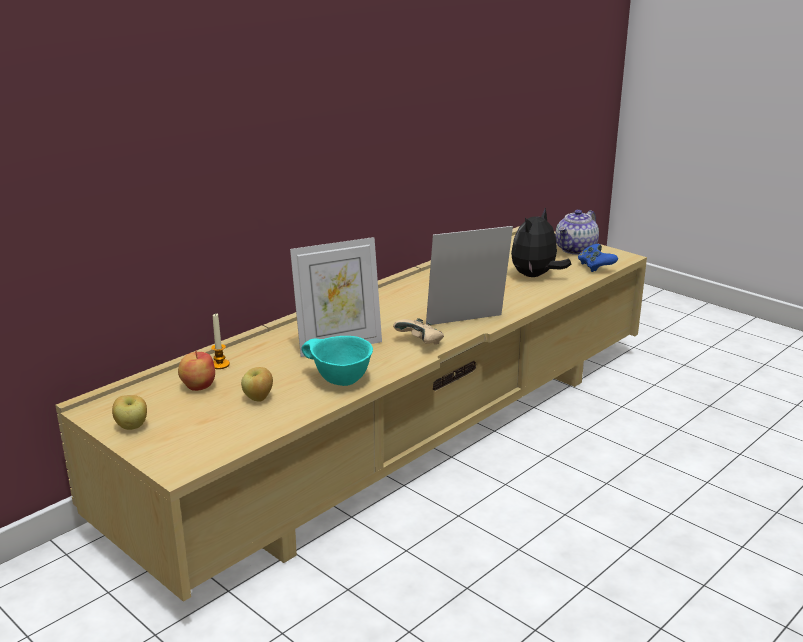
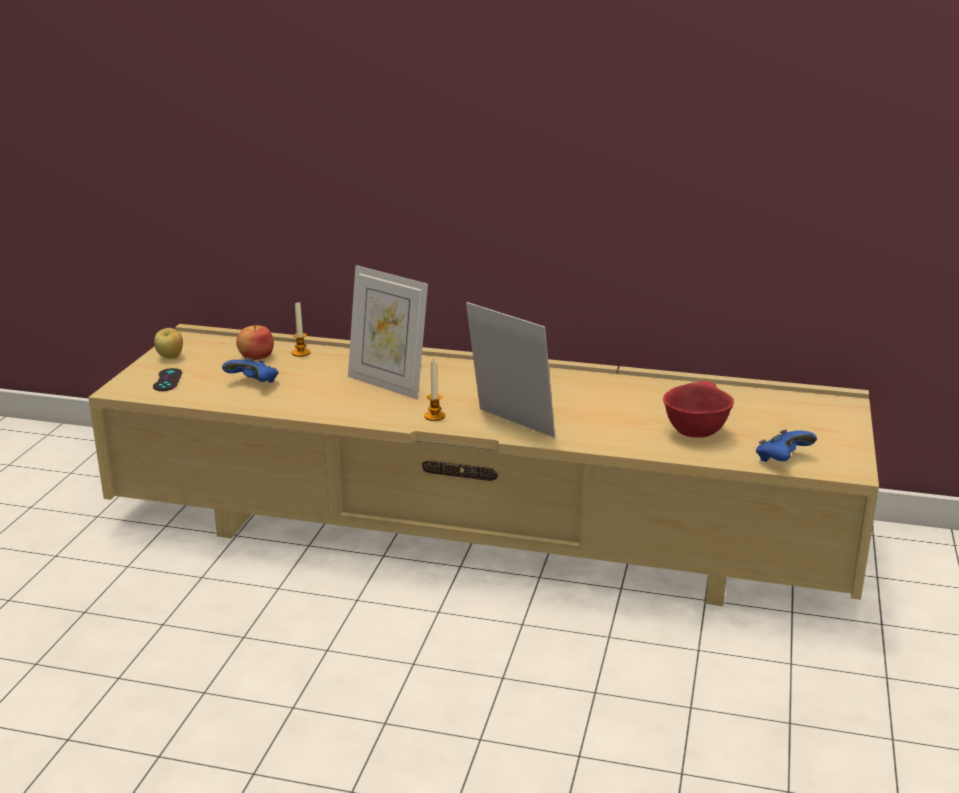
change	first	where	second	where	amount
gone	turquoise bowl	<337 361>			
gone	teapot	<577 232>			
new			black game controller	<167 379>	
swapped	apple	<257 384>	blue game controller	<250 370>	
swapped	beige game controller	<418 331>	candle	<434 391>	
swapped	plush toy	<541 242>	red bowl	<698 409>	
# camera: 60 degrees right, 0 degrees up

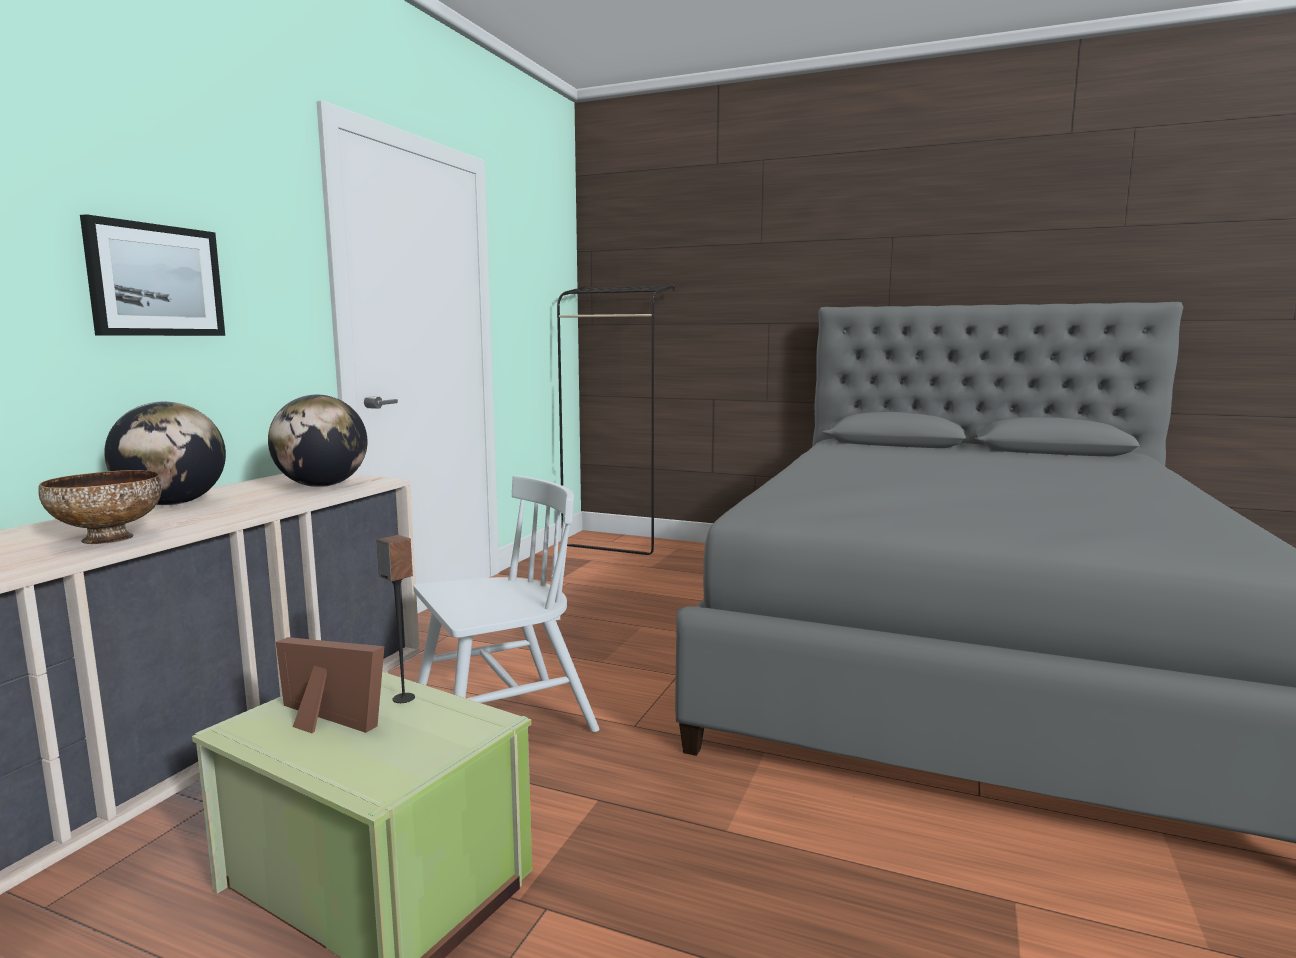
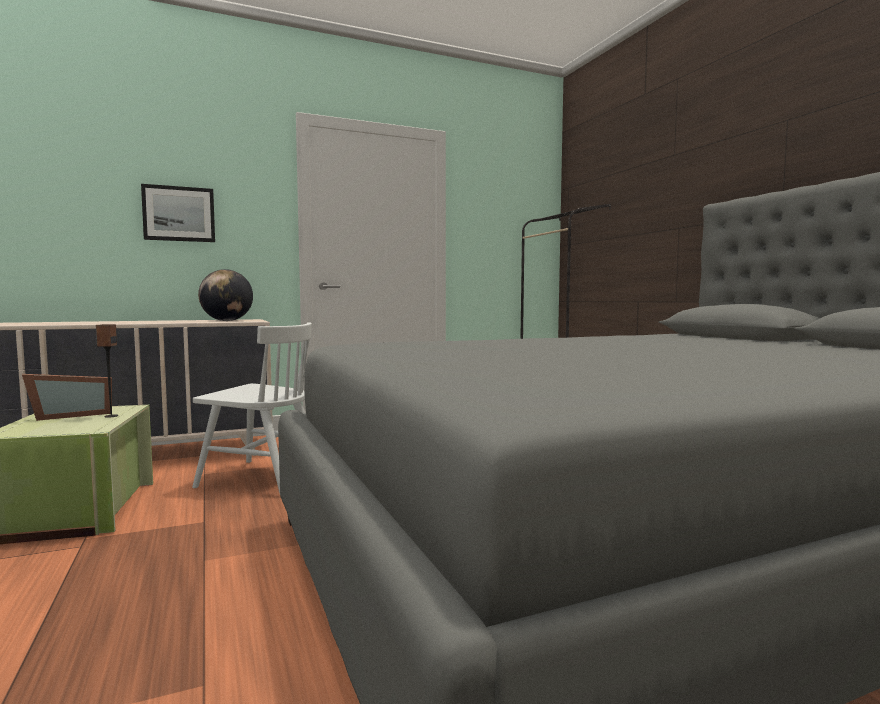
change	first	where	second	where	amount
gone	bowl	<100 507>			
gone	globe	<165 453>			
rotated	picture frame	<330 685>		<67 397>	75 degrees clockwise
# camera: 45 degrees right, 5 degrees down

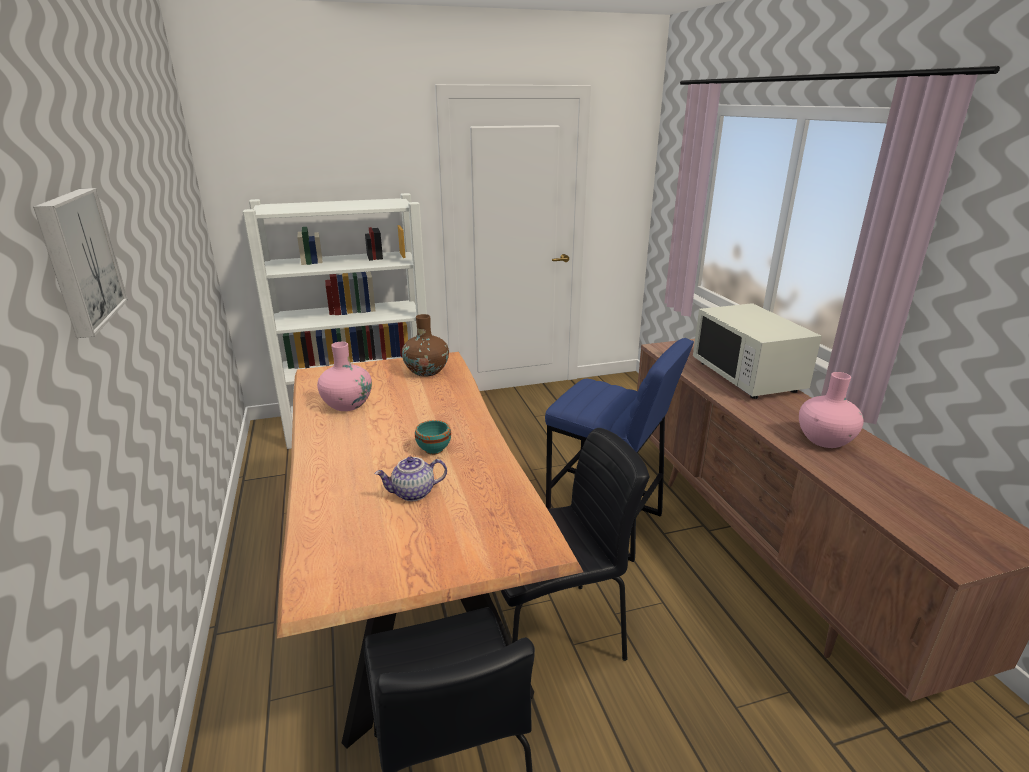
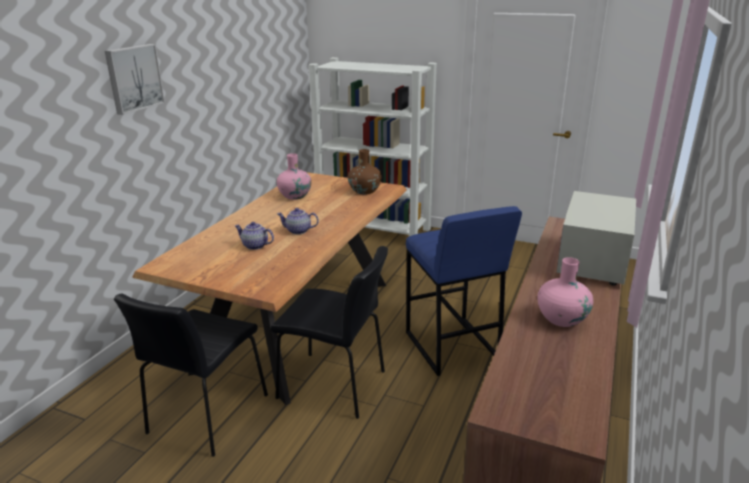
change	first	where	second	where	amount
swapped	turquoise bowl	<433 437>	teapot	<298 221>	
# camera: 40 degrees right, 0 degrees up

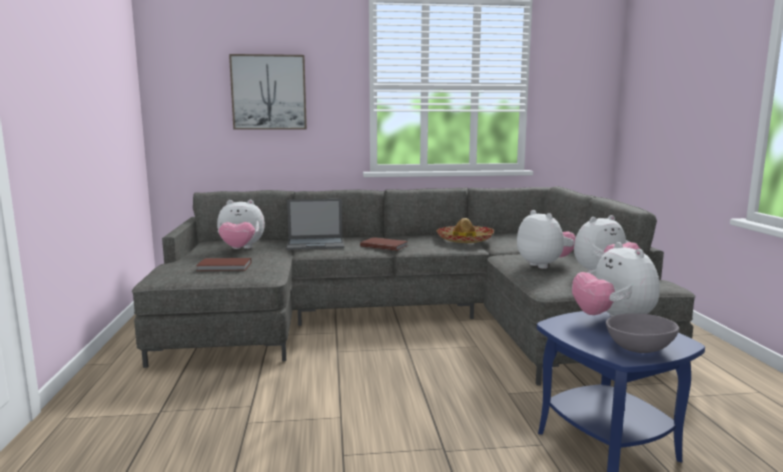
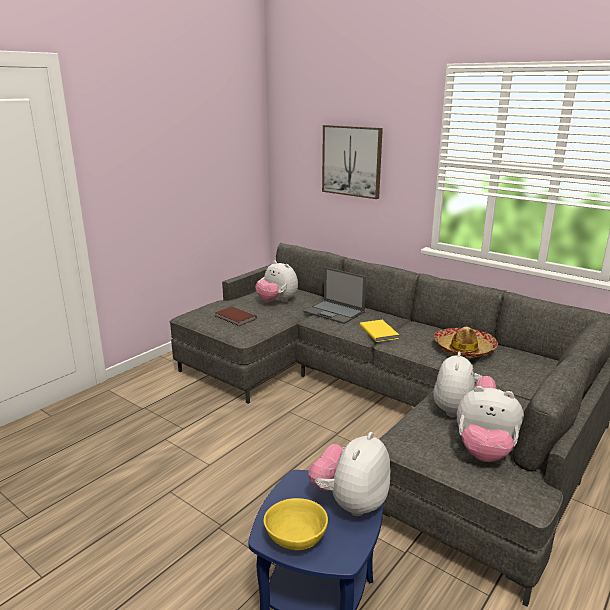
change	first	where	second	where	amount
repainted	brown book	<384 244>	yellow book	<379 331>	
repainted	grey bowl	<642 333>	yellow bowl	<296 524>	
# camera: 45 degrees right, 10 degrees up

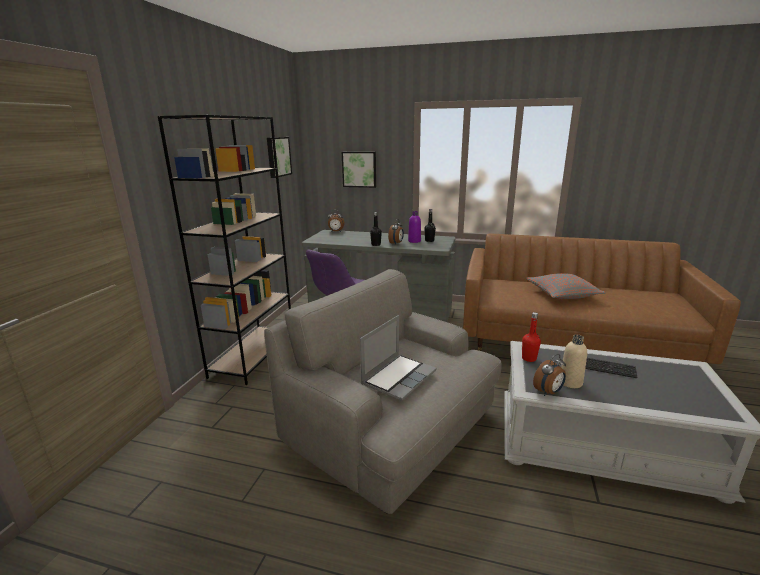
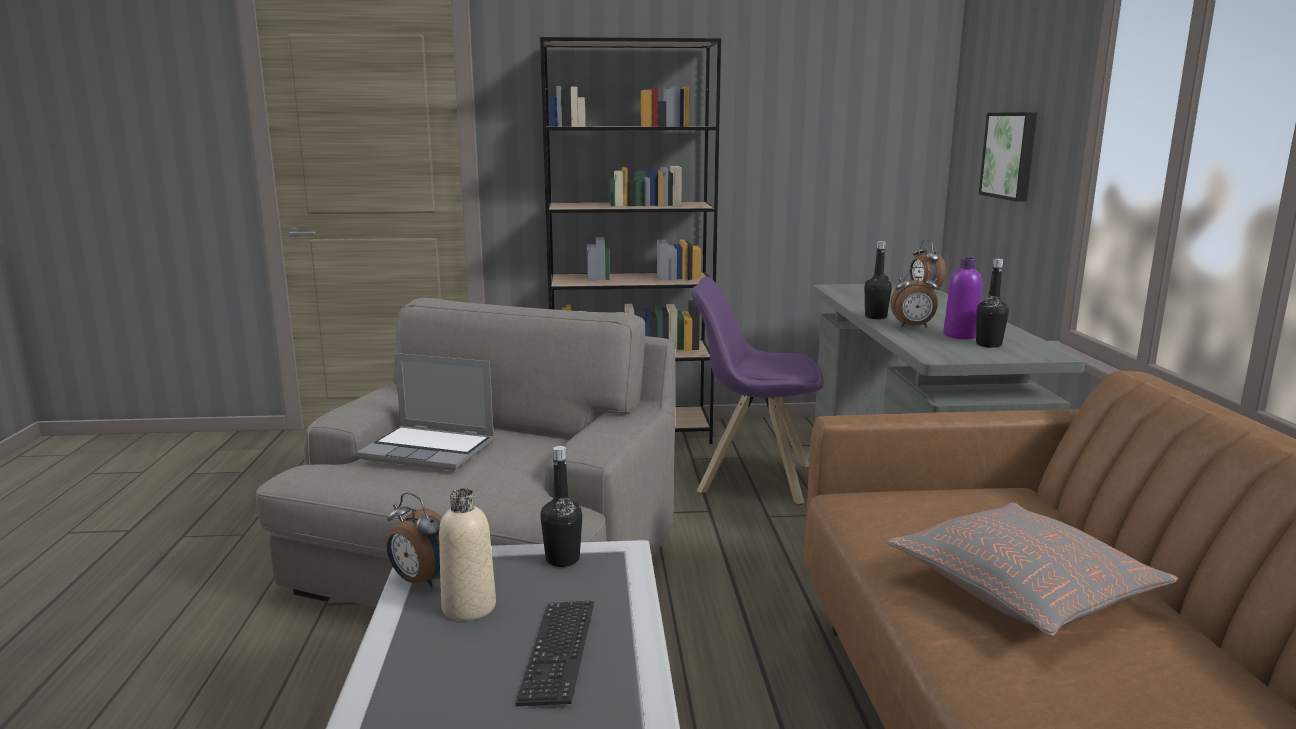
change	first	where	second	where	amount
gone	picture	<279 157>			
repainted	red bottle	<531 337>	black bottle	<561 506>	
# camera: 70 degrees right, 5 degrees down

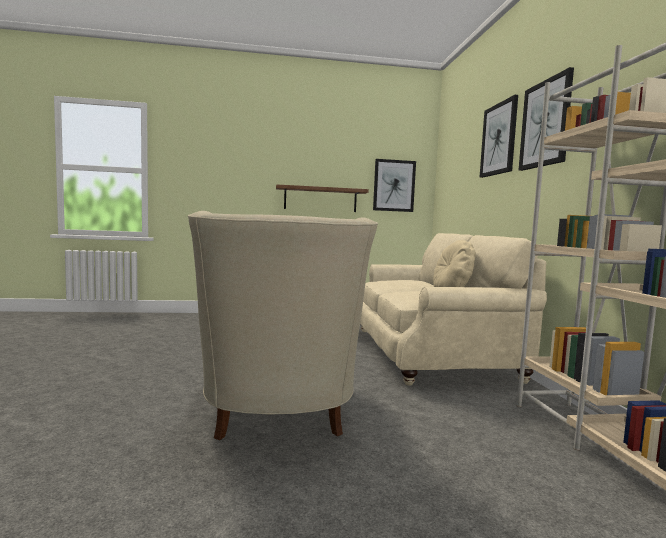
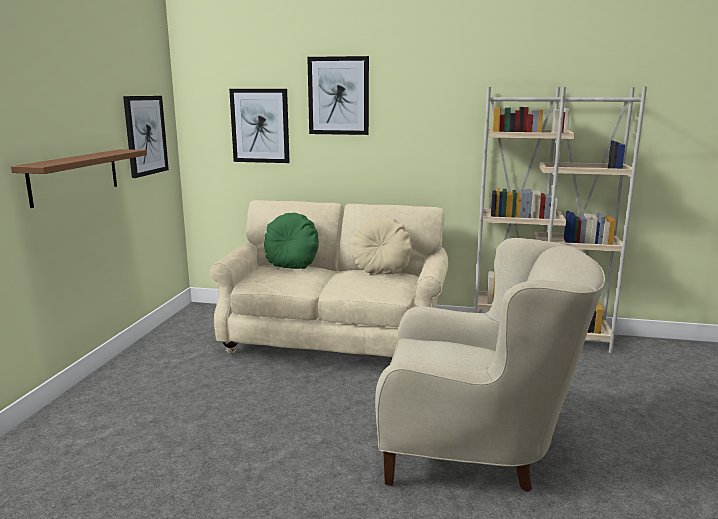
change	first	where	second	where	amount
new			green pillow	<291 241>	
shifted	picture	<546 119>		<259 126>	
# camera: 70 degrees left, 10 degrees up

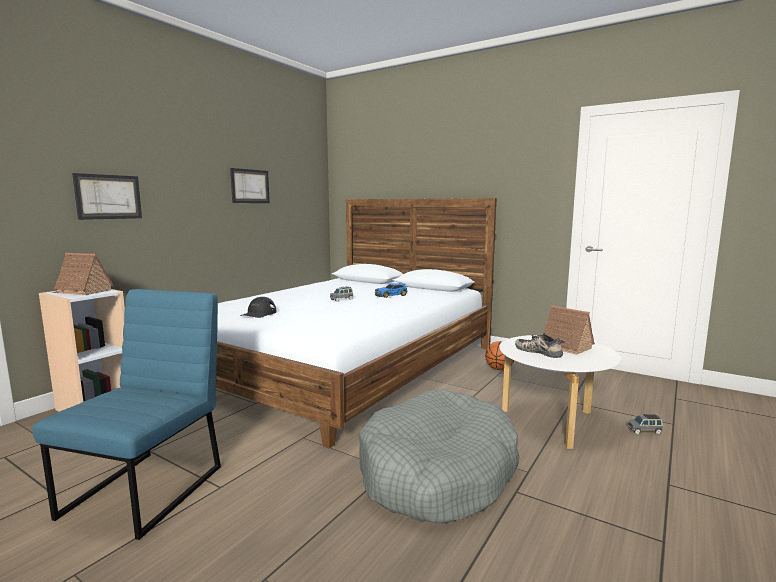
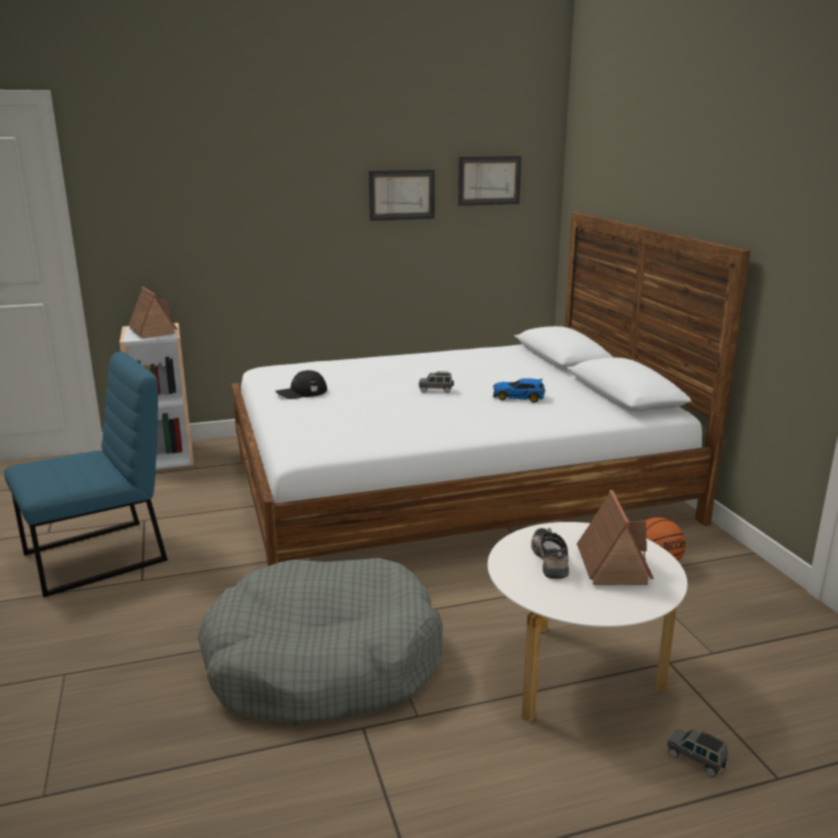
change	first	where	second	where	amount
shifted	picture	<107 196>		<490 181>	
# camera: 40 degrees right, 10 degrees up

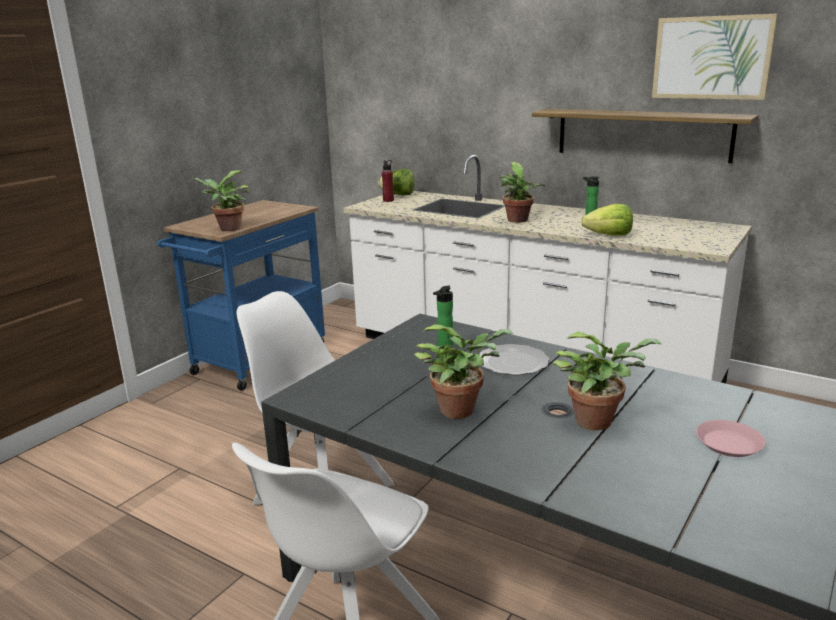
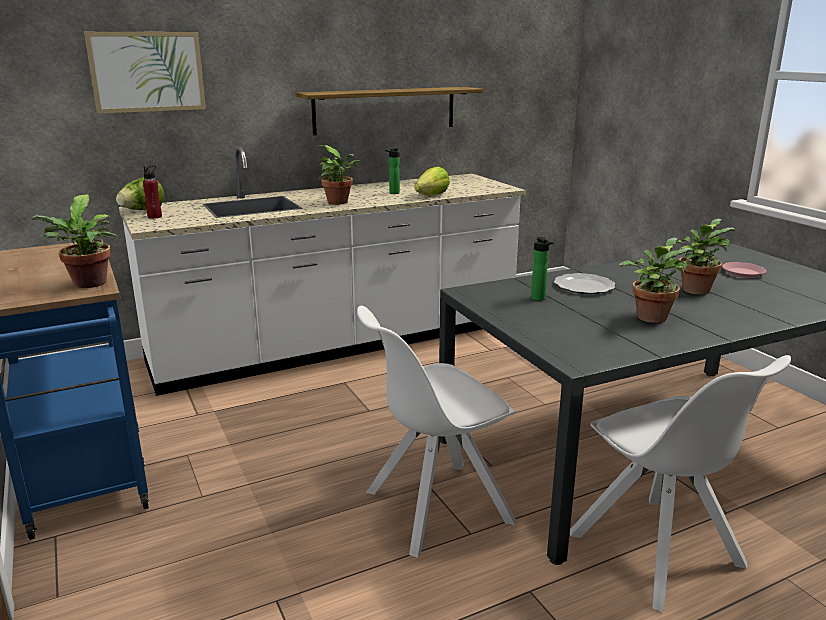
change	first	where	second	where	amount
shifted	picture	<715 57>		<145 73>	
# camera: 60 degrees left, 0 degrees up

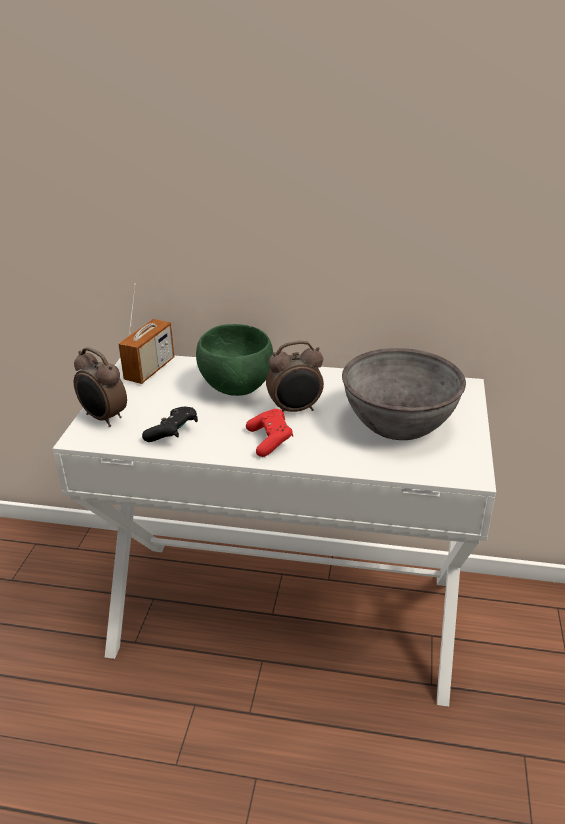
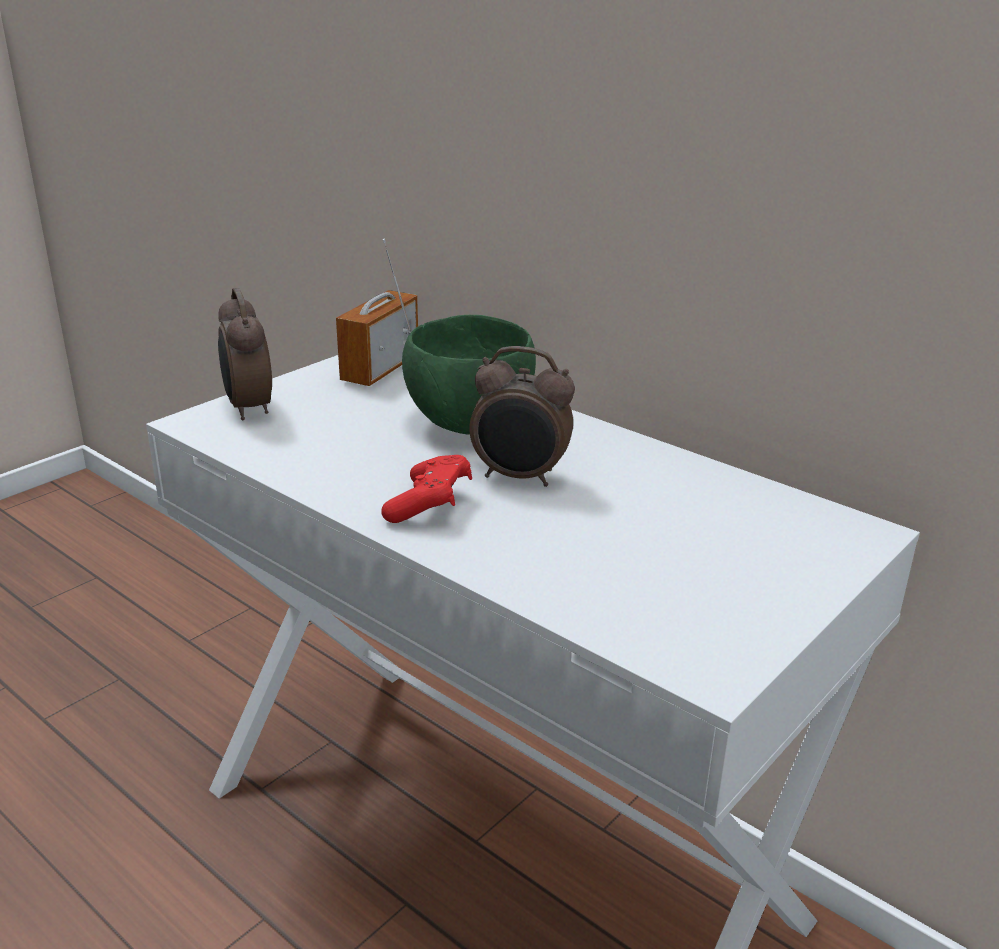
change	first	where	second	where	amount
gone	black game controller	<170 424>			
gone	grey bowl	<404 394>			
rotated	radio	<146 333>		<377 312>	150 degrees clockwise
# camera: 30 degrees right, 5 degrees down

